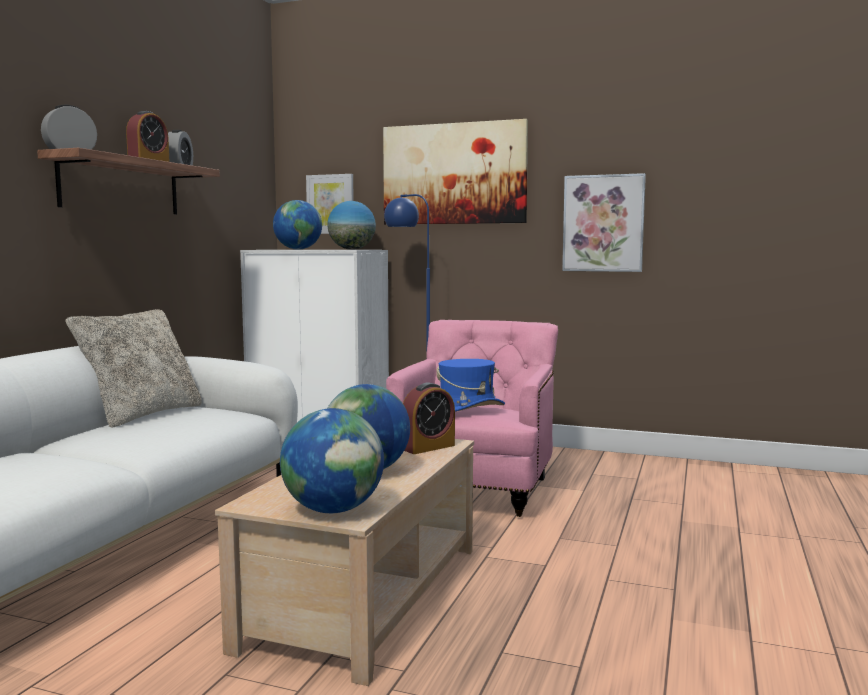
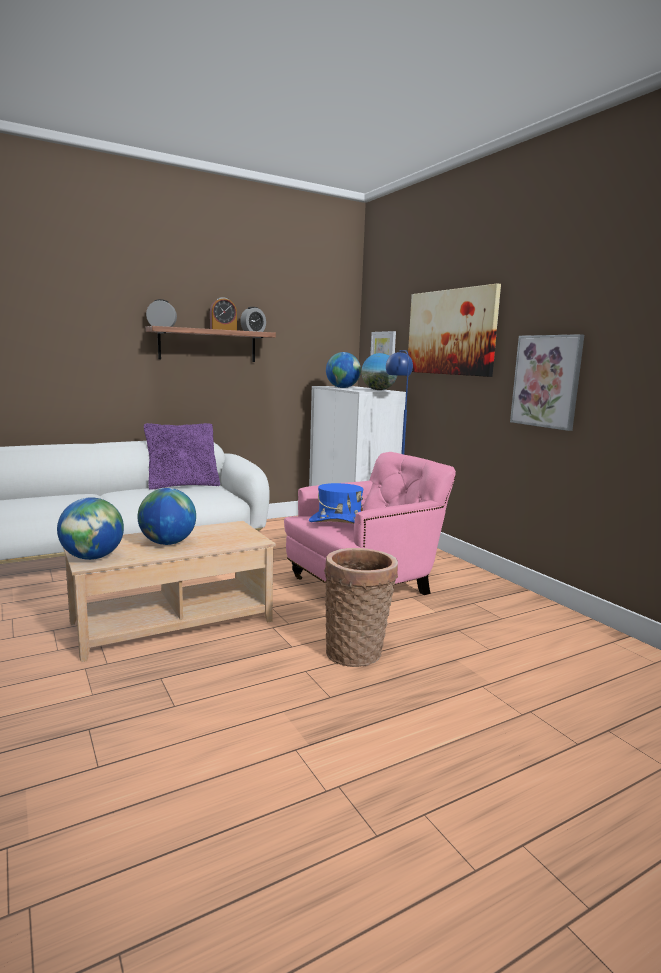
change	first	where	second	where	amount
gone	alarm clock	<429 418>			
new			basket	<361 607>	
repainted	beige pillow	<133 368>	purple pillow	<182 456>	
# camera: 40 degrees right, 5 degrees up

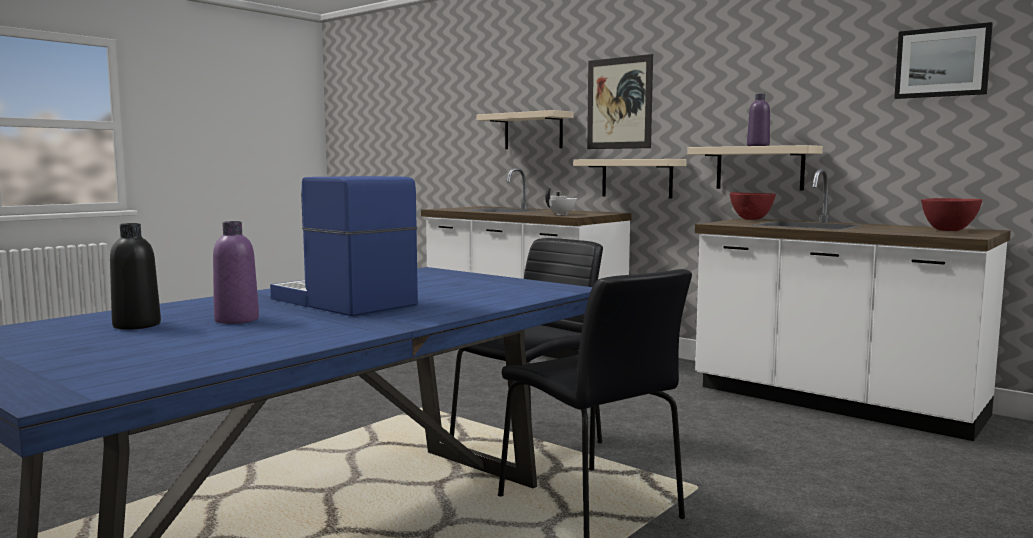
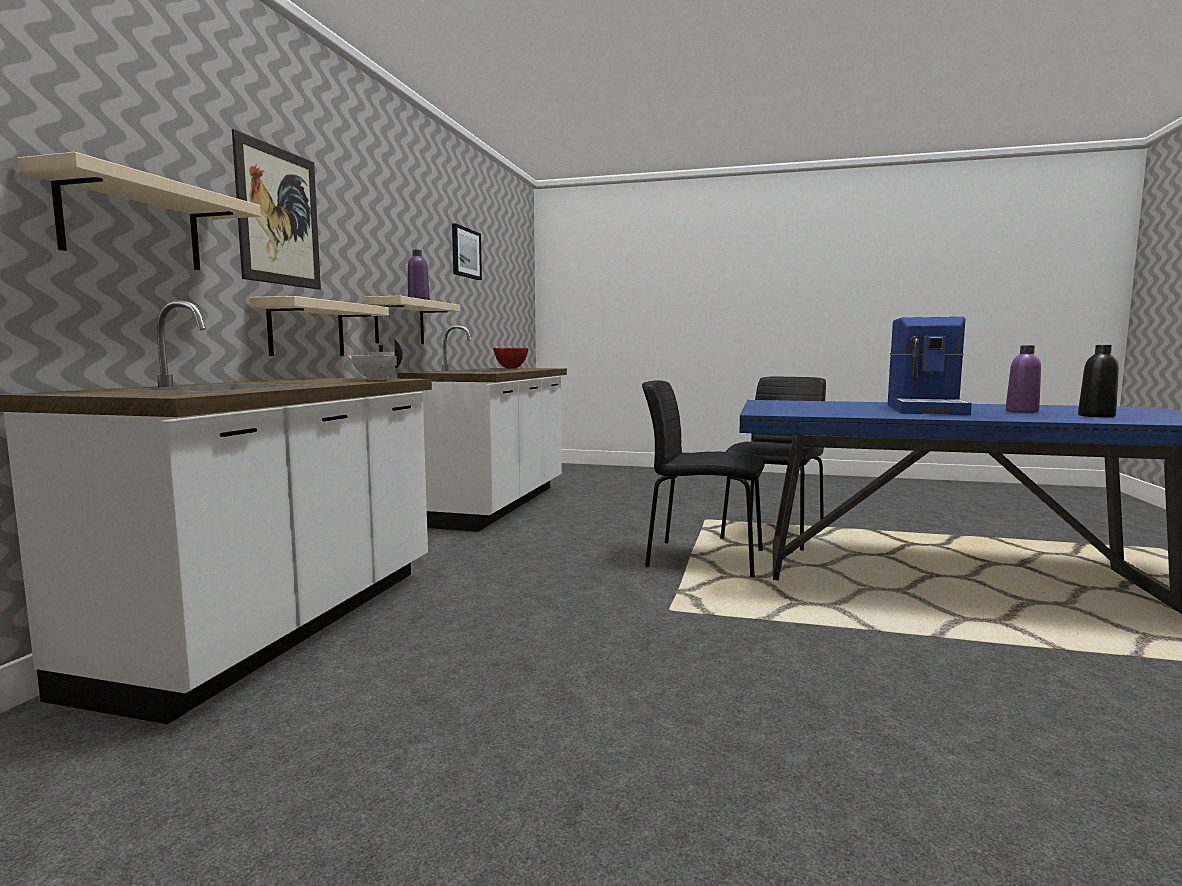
change	first	where	second	where	amount
gone	red bowl	<753 206>			
# camera: 115 degrees left, 0 degrees up

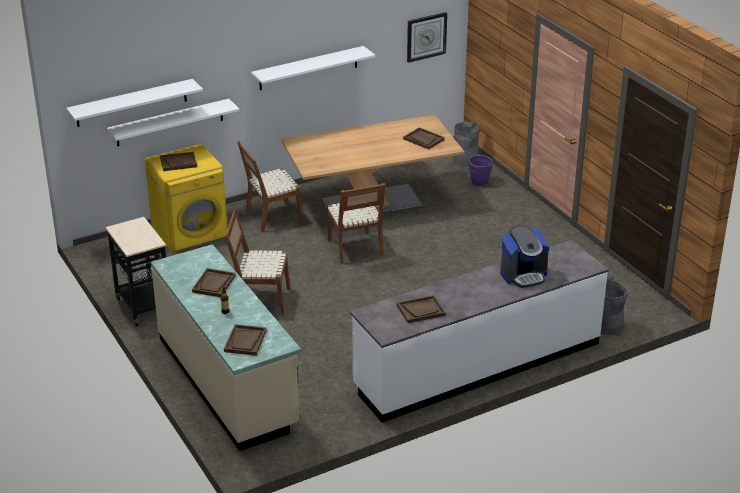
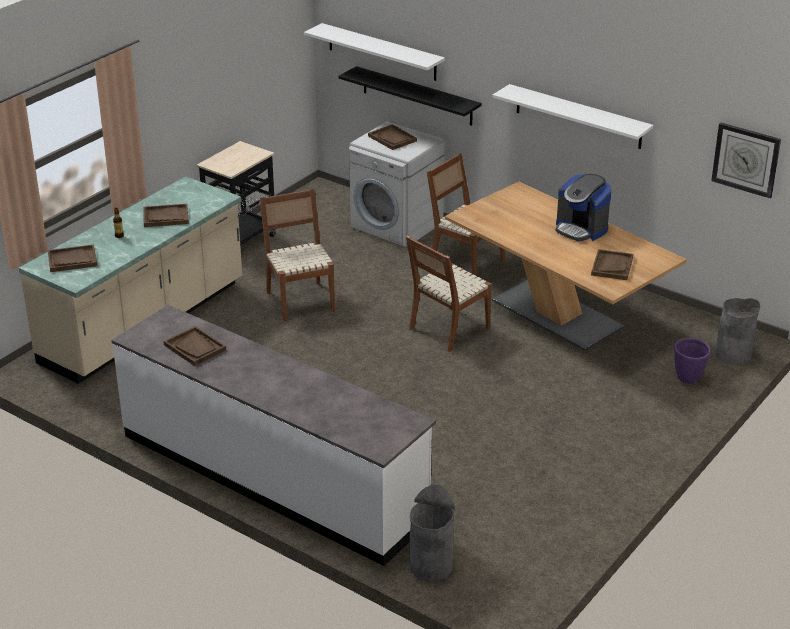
change	first	where	second	where	amount
shifted	coffee machine	<524 257>		<584 207>	
repainted	white shelf	<173 122>	black shelf	<410 96>	
repainted	yellow washing machine	<186 197>	white washing machine	<397 184>	
# camera: 65 degrees right, 0 degrees up

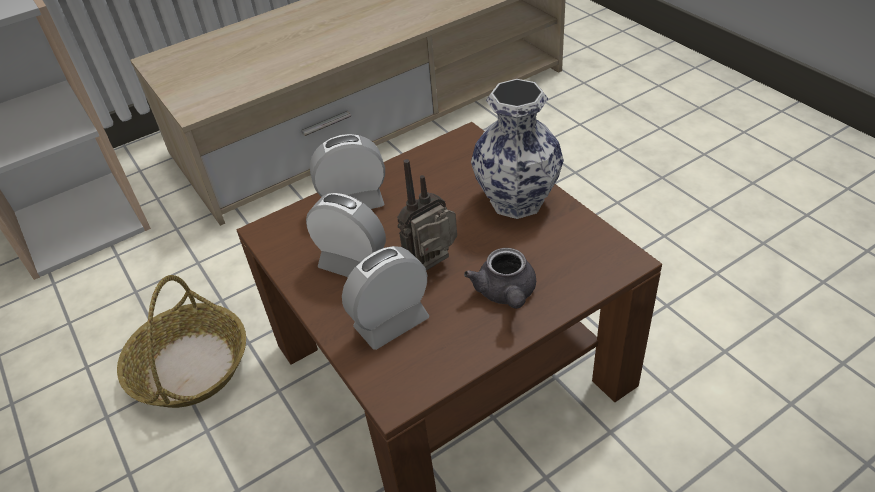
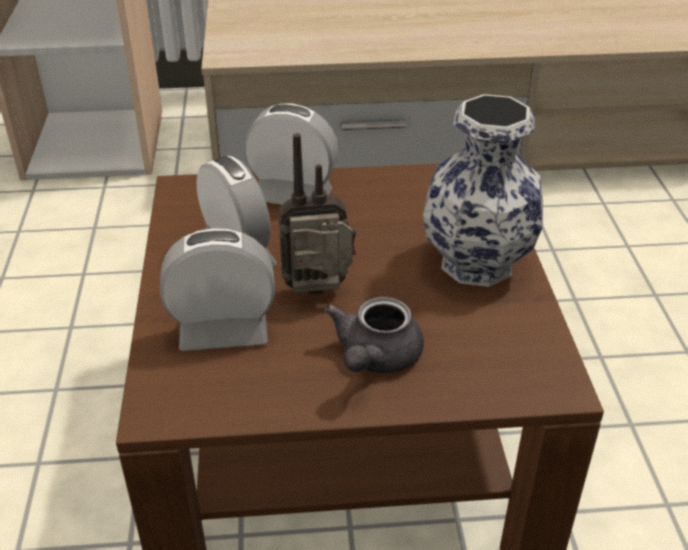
change	first	where	second	where	amount
gone	basket	<181 341>			
# camera: 25 degrees right, 5 degrees down

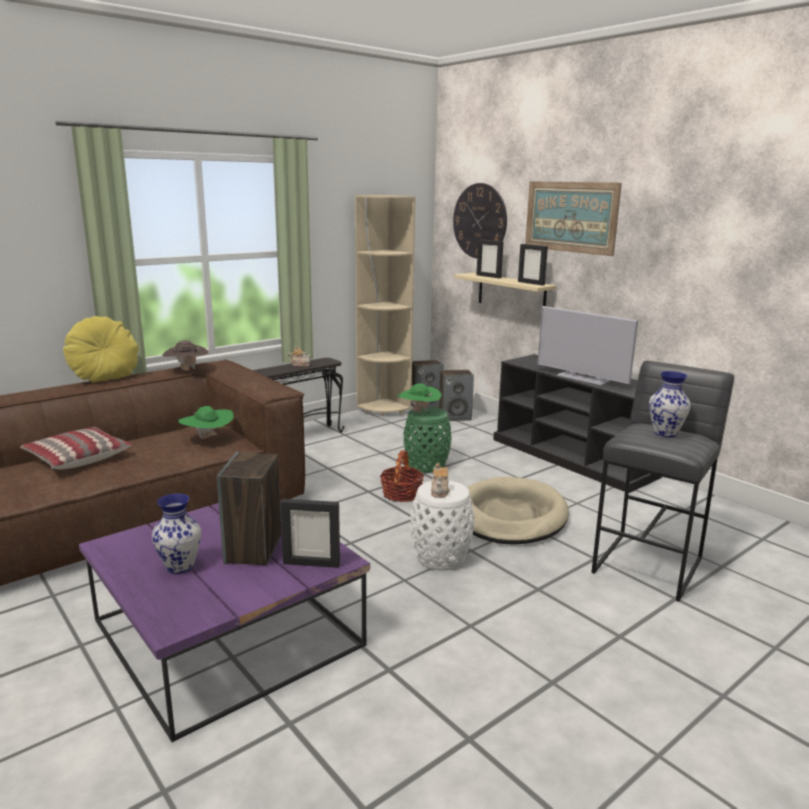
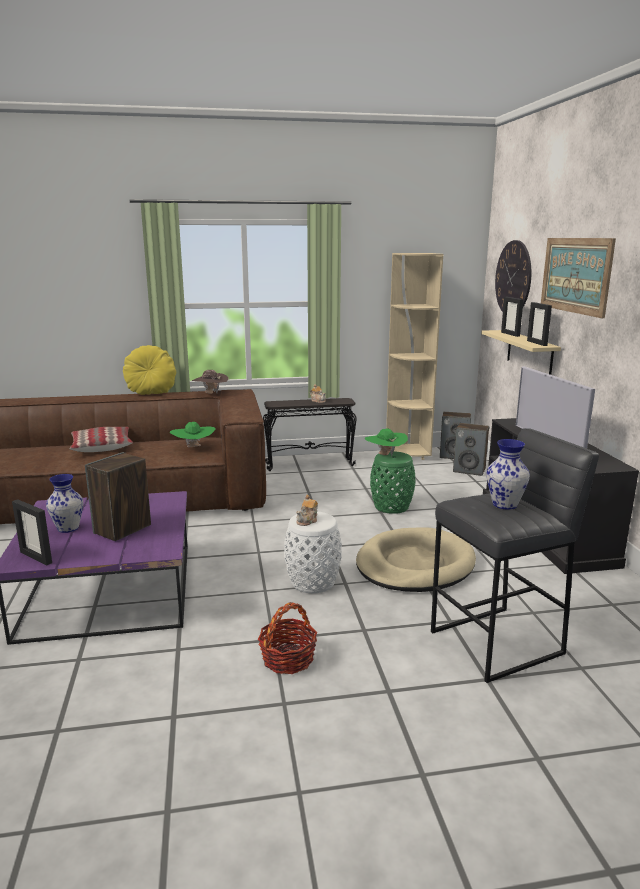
change	first	where	second	where	amount
shifted	picture frame	<310 533>		<32 532>	
shifted	basket	<402 476>		<287 638>	
# camera: 30 degrees right, 0 degrees up

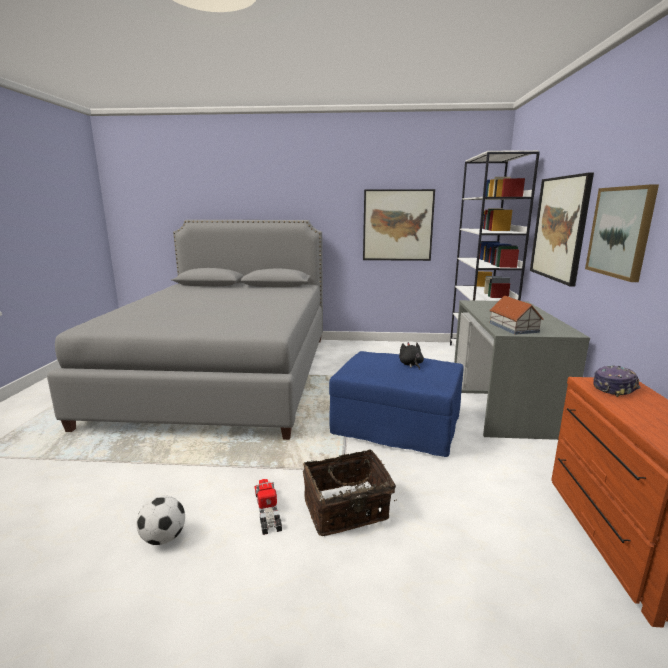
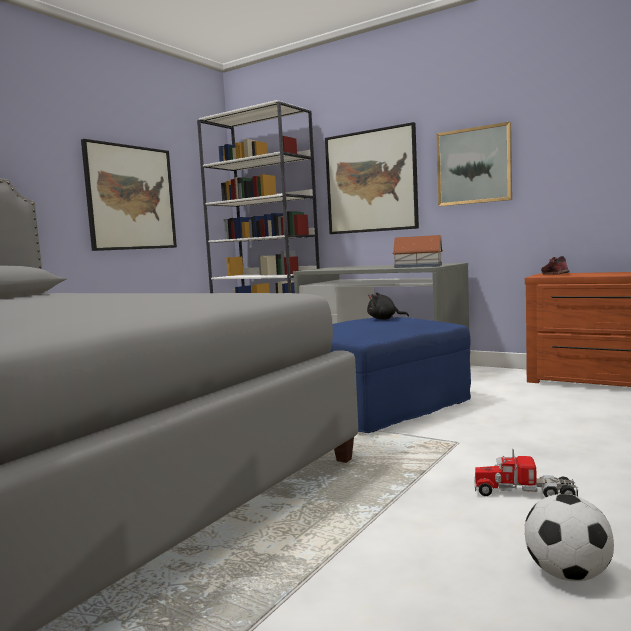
change	first	where	second	where	amount
gone	basket	<350 492>			
swapped	cap	<617 381>	shoe	<555 265>	
# camera: 60 degrees left, 10 degrees down

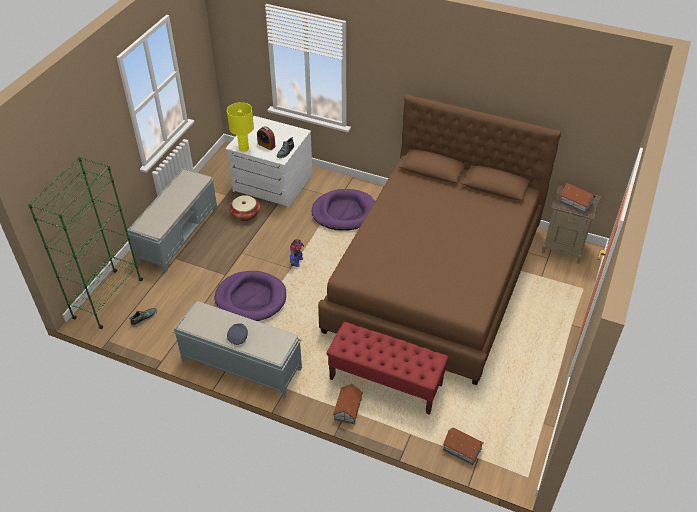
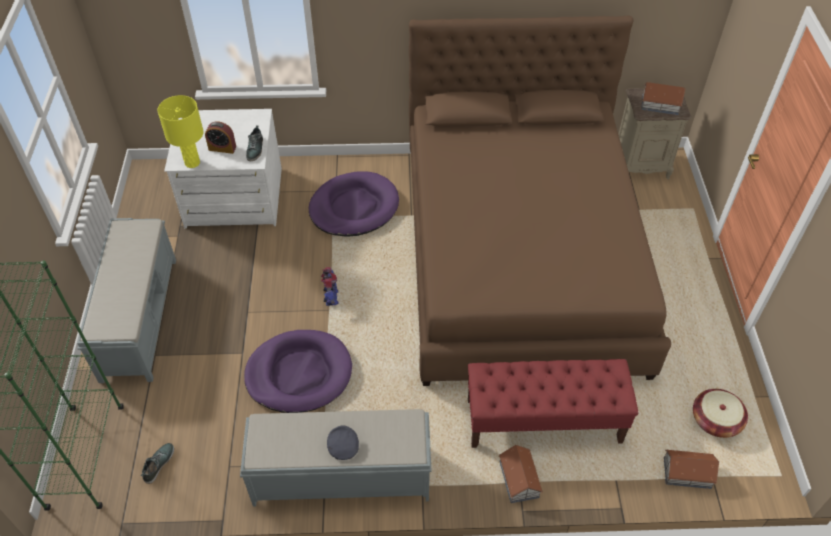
change	first	where	second	where	amount
shifted	basket	<244 208>		<720 413>	
# camera: 25 degrees left, 5 degrees up

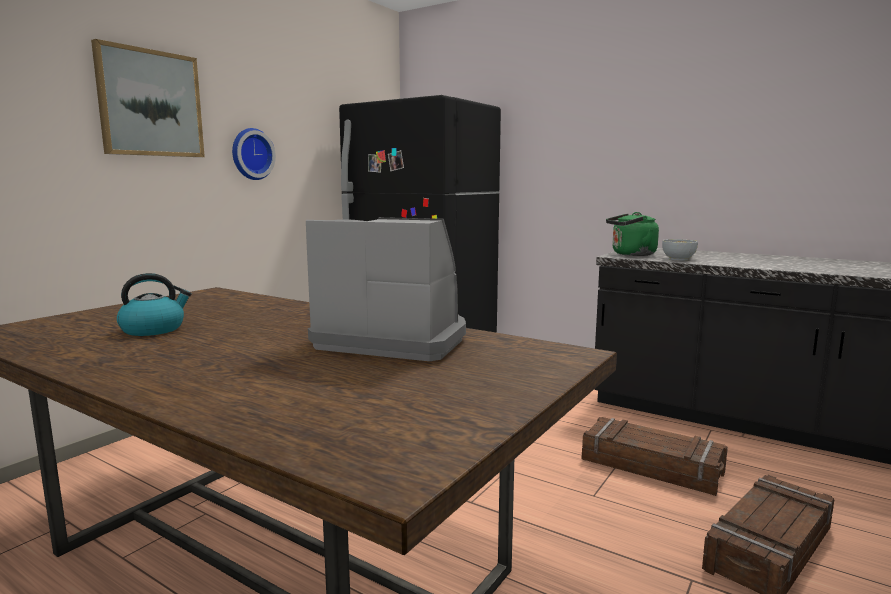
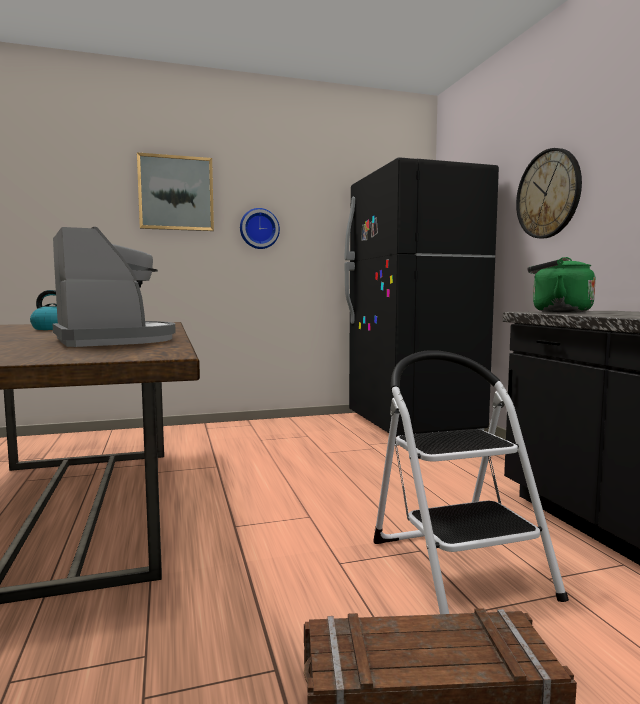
change	first	where	second	where	amount
gone	bowl	<680 250>			
new			wall clock	<549 193>	
swapped	crate	<655 456>	step ladder	<471 482>	
# camera: 40 degrees right, 5 degrees down

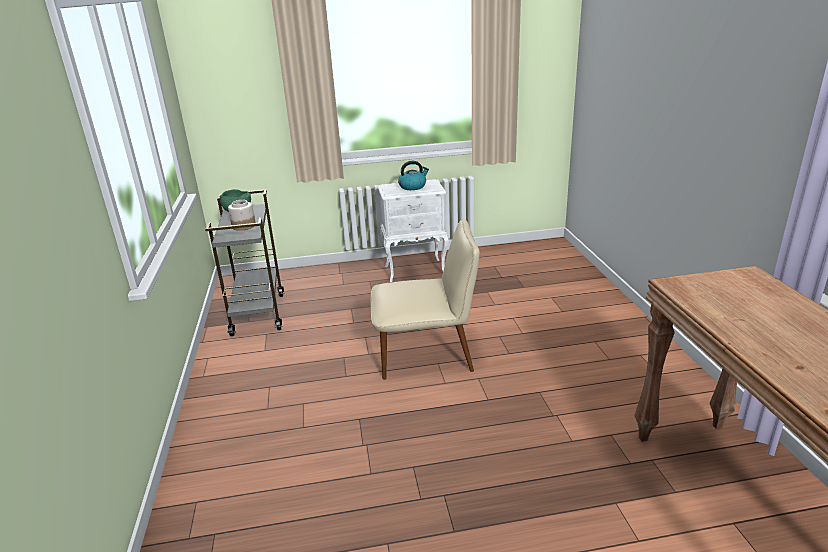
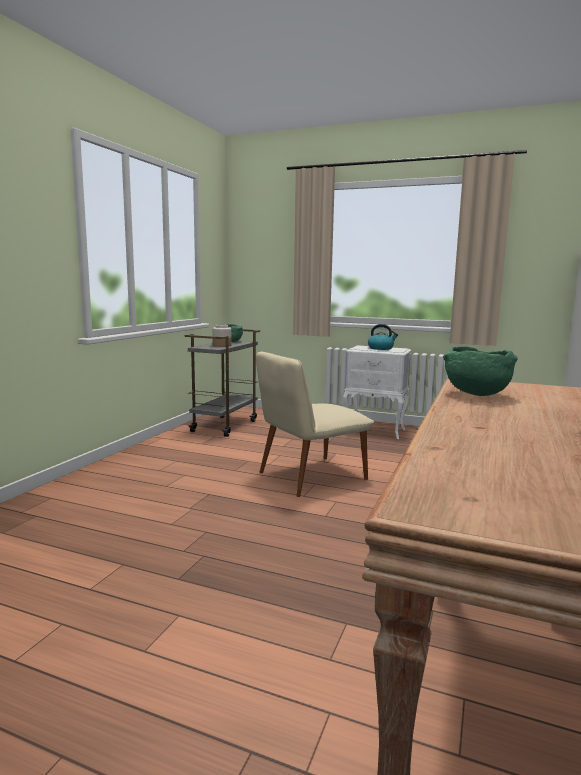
change	first	where	second	where	amount
new			green bowl	<480 371>	
rotated	beige chair	<425 299>		<315 424>	120 degrees clockwise
# camera: 30 degrees right, 15 degrees down

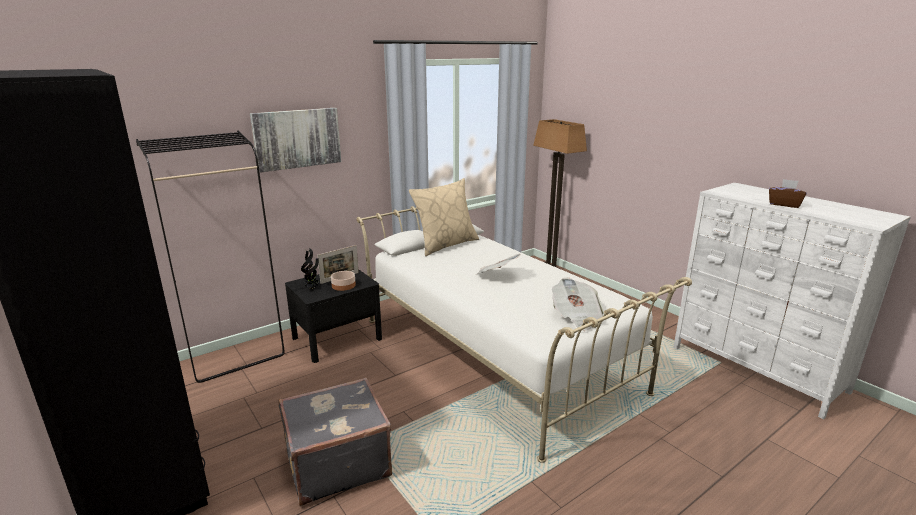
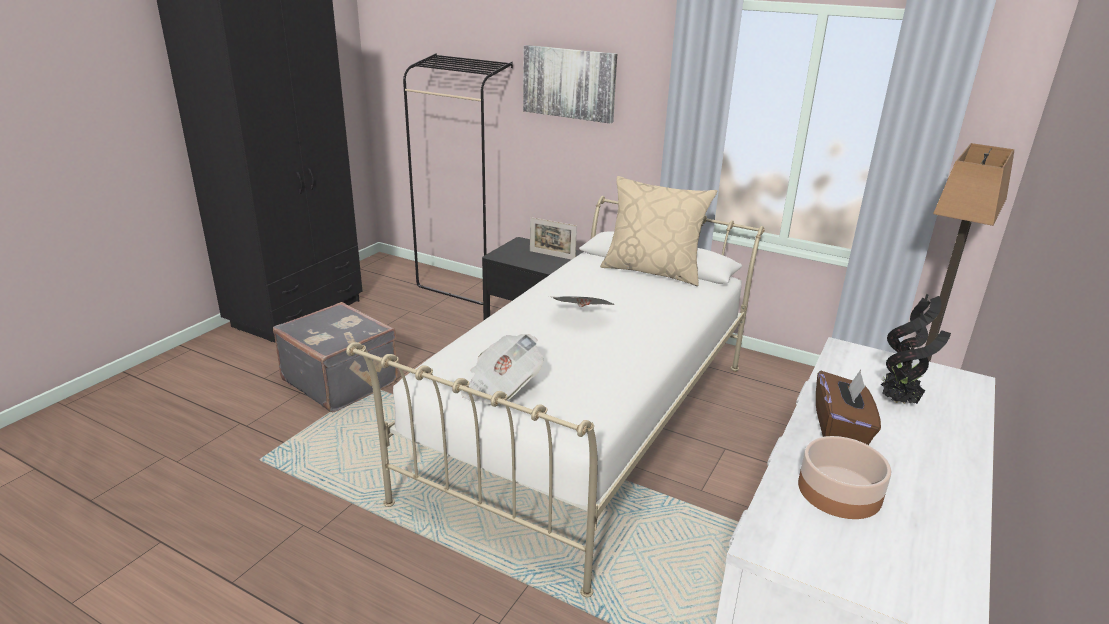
change	first	where	second	where	amount
shifted	potted plant	<310 269>		<916 349>	
shifted	bowl	<343 281>		<845 477>	
# camera: 65 degrees right, 5 degrees up

